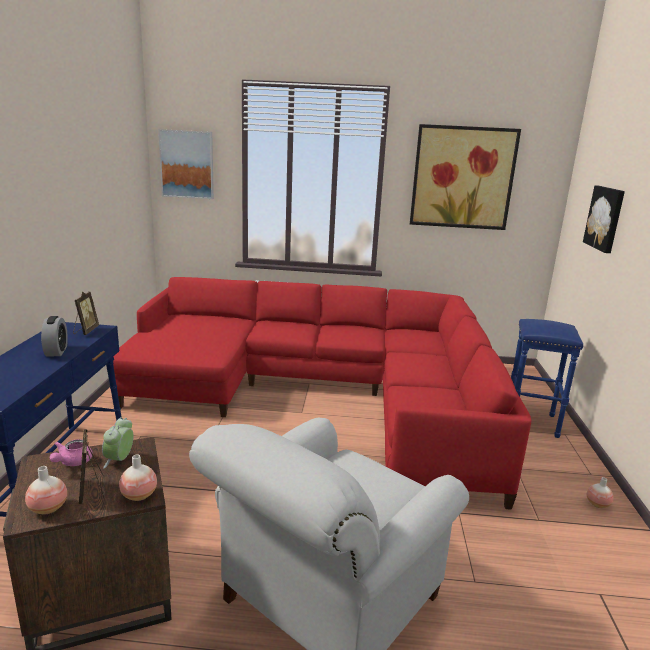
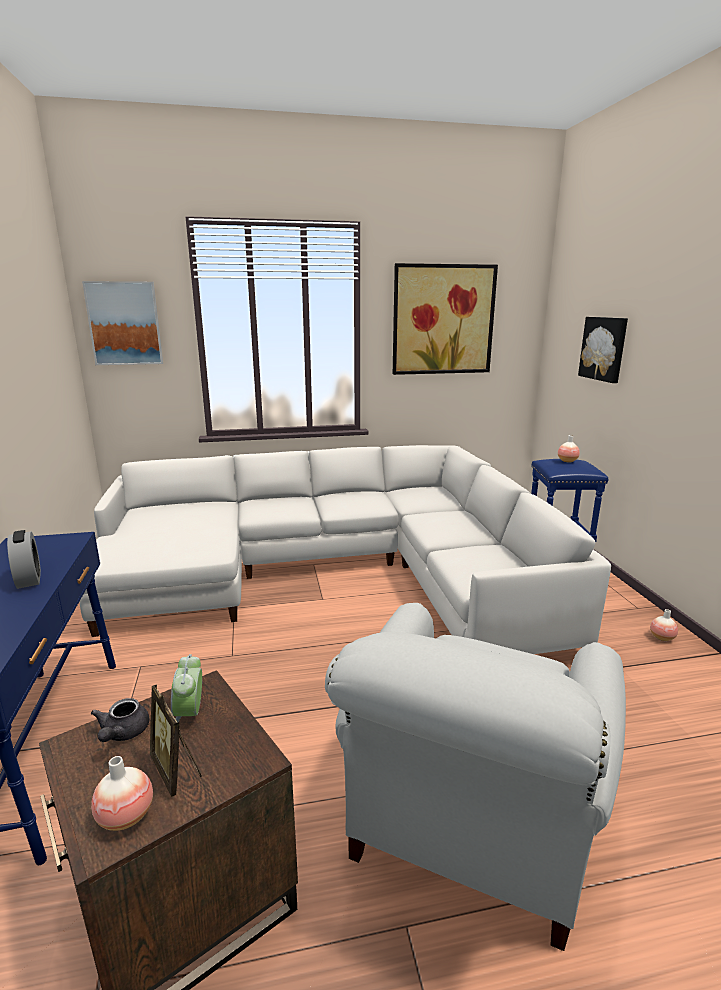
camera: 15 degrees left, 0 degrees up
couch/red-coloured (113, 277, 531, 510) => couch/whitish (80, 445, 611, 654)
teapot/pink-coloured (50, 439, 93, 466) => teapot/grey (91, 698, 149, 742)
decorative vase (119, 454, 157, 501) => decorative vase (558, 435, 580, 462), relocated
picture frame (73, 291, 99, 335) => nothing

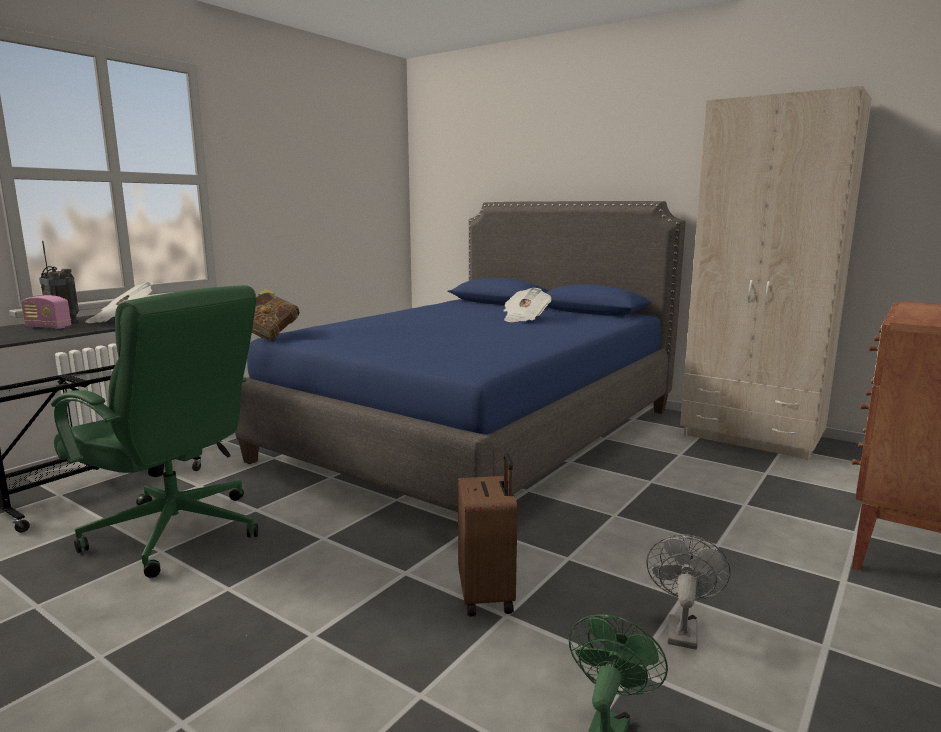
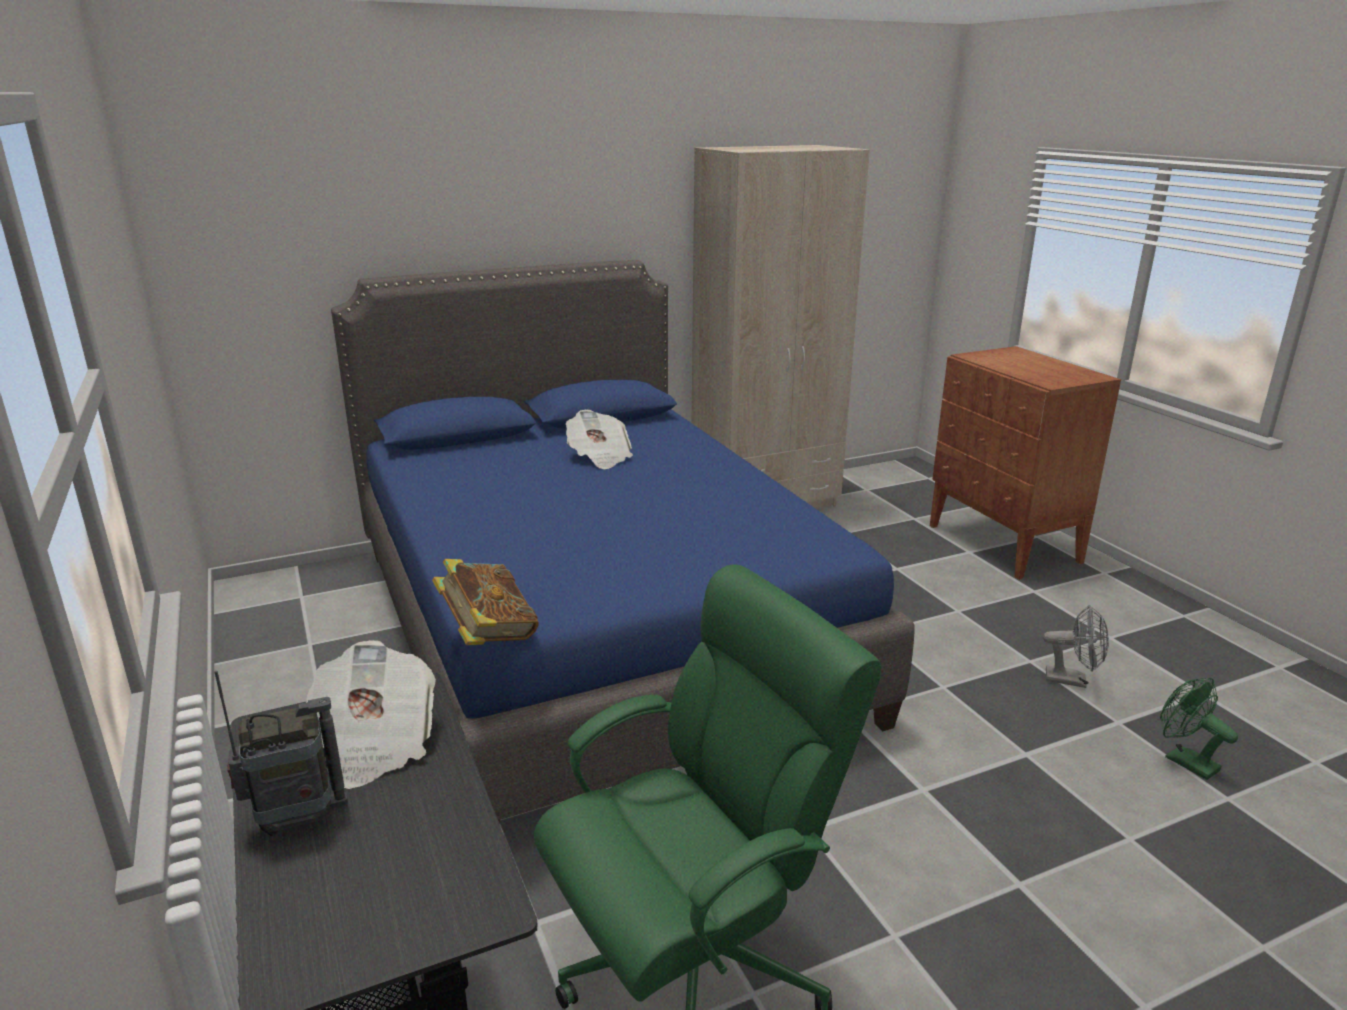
camera: 60 degrees left, 10 degrees up
fan/grey (646, 534, 731, 650) => fan/grey (1043, 605, 1109, 688), 150 degrees clockwise
radio (21, 295, 71, 329) => nothing
suitcase/brown (458, 453, 518, 617) => nothing

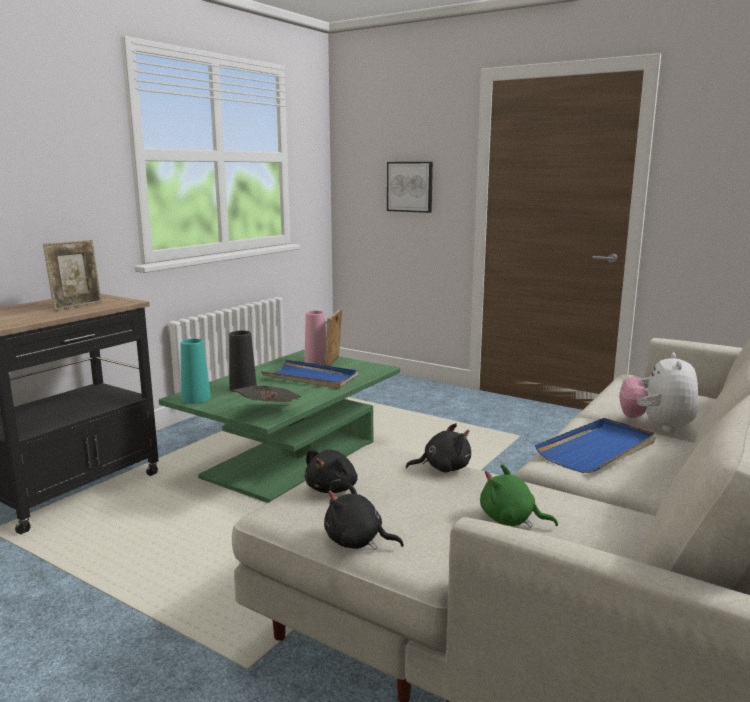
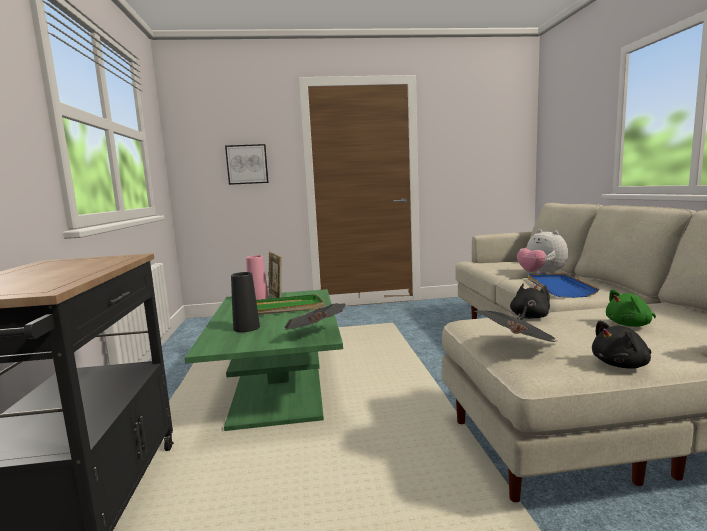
camera: 40 degrees left, 5 degrees down
serving tray/blue (262, 360, 358, 389) => serving tray/green-coloured (256, 294, 324, 315)
cuddly toy/black-coloured (305, 449, 358, 493) => printed paper (474, 310, 557, 342)
picture frame (43, 240, 102, 311) => nothing
decorative vase/blue-green (180, 339, 211, 404) => nothing

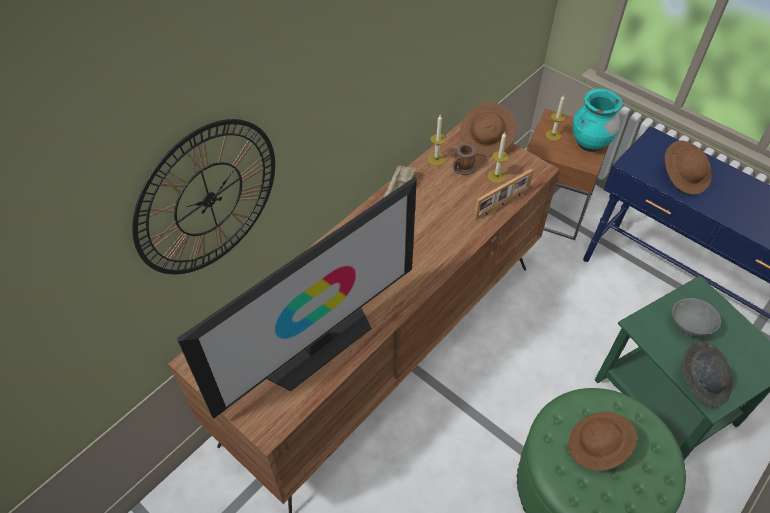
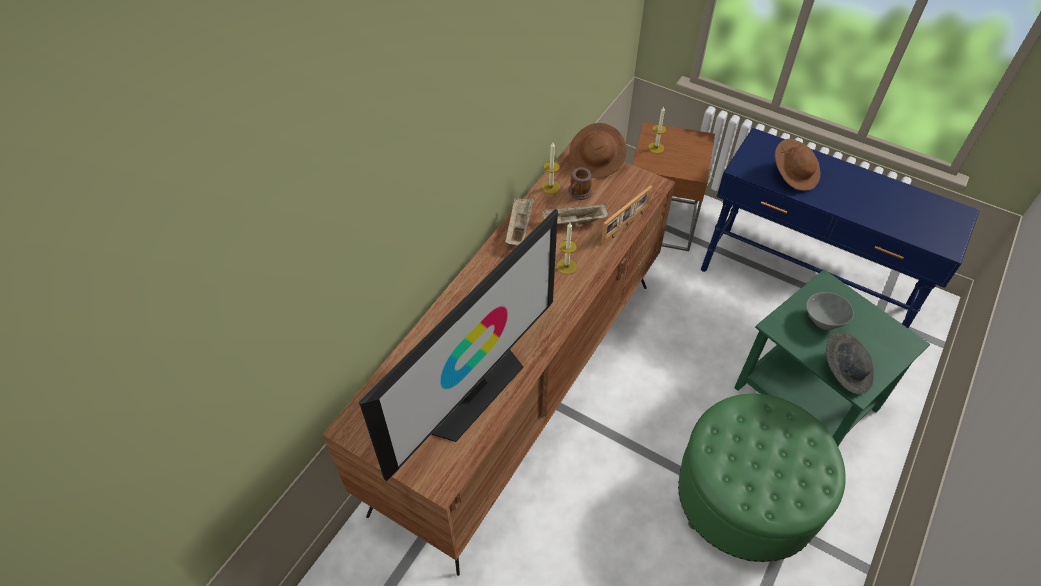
camera: 10 degrees left, 0 degrees up
nothing => serving tray/sand-coloured (542, 203, 609, 225)
wax light (488, 132, 508, 183) => wax light (557, 223, 577, 274), relocated
clock on the wall (132, 119, 275, 275) => nothing
wearable hat/brown (568, 412, 637, 471) => nothing
decorative vase/blue-green (572, 89, 623, 152) => nothing

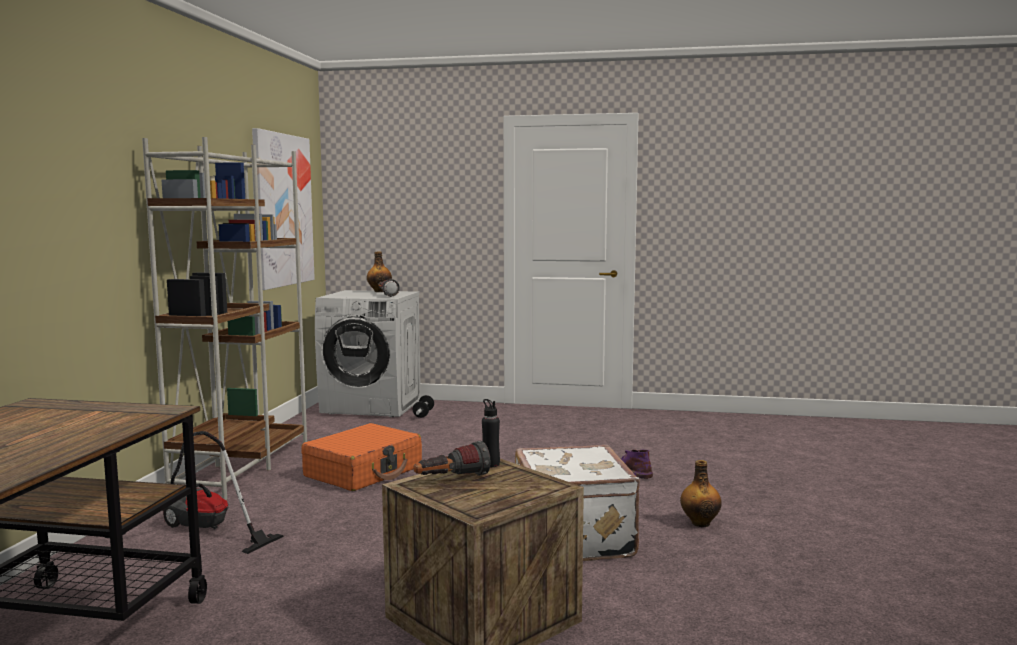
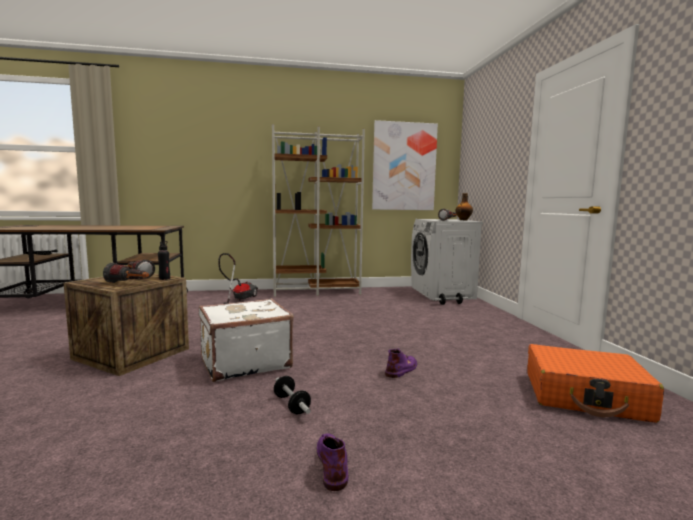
camera: 70 degrees right, 0 degrees up
nothing => torch (103, 263, 149, 283)
beverage bottle (680, 460, 722, 527) => dumbbell (274, 376, 311, 414)
nothing => tall boot/purple-coloured (317, 433, 348, 491)
suitcase/orange-coloured (301, 423, 422, 491) => suitcase/orange-coloured (527, 344, 664, 423), relocated

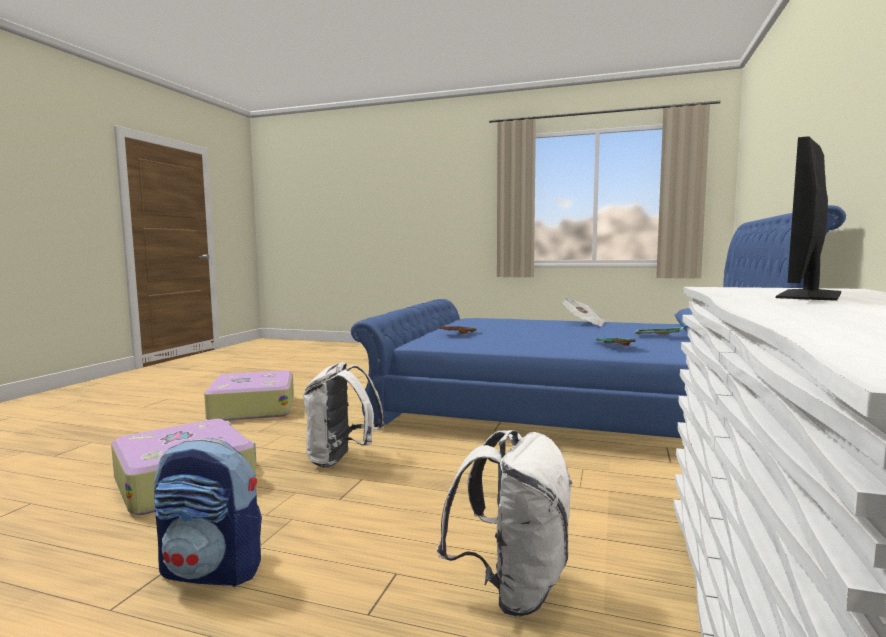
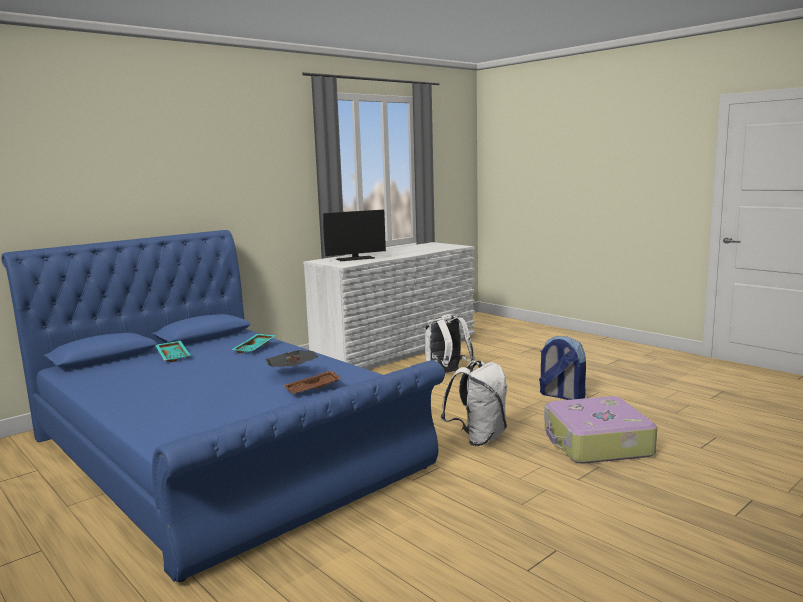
camera: 150 degrees left, 5 degrees up
printed paper (562, 298, 606, 326) => printed paper (265, 350, 318, 367), relocated
suitcase (204, 370, 294, 421) => nothing

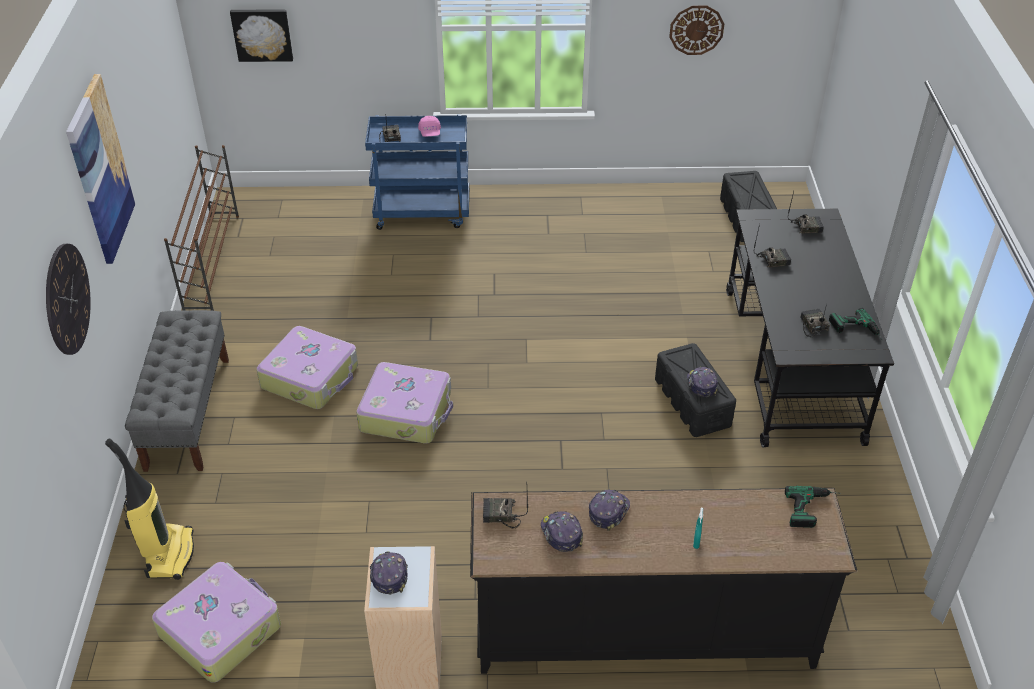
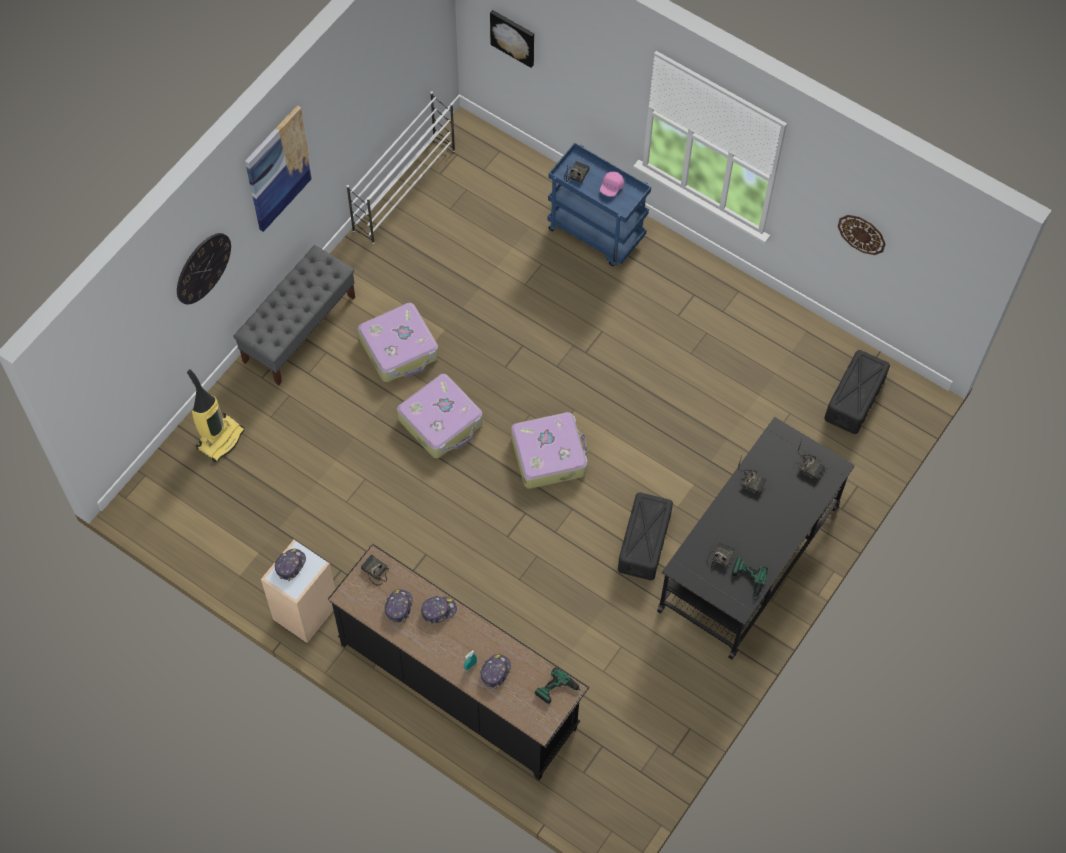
camera: 35 degrees right, 20 degrees up
shoe shelf/brown (164, 145, 239, 311) => shoe shelf/whitish (347, 91, 455, 244)
cap (687, 367, 718, 397) => cap (481, 654, 511, 689), relocated
suitcase (152, 562, 281, 683) => suitcase (511, 412, 588, 489), relocated

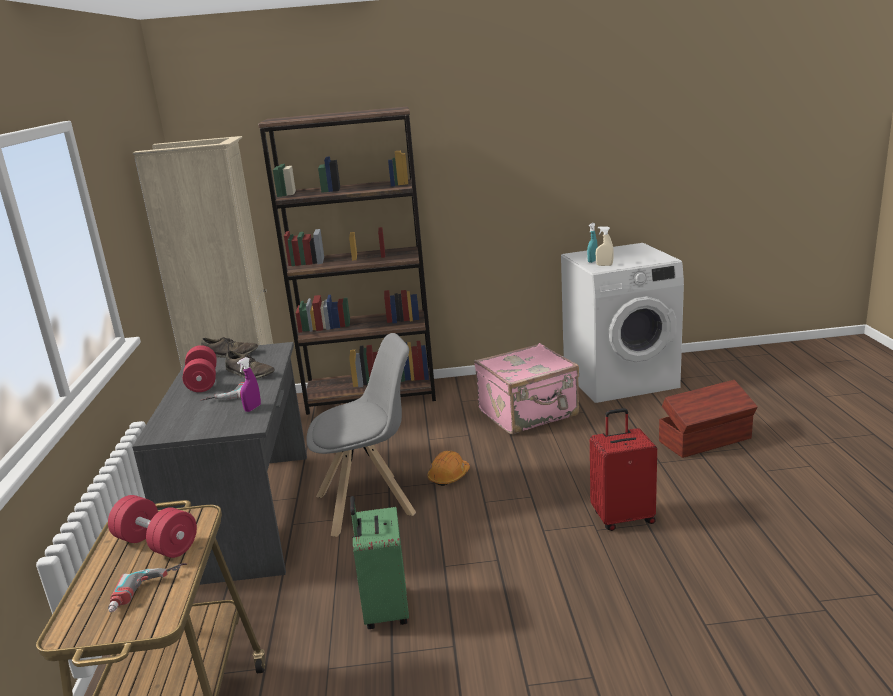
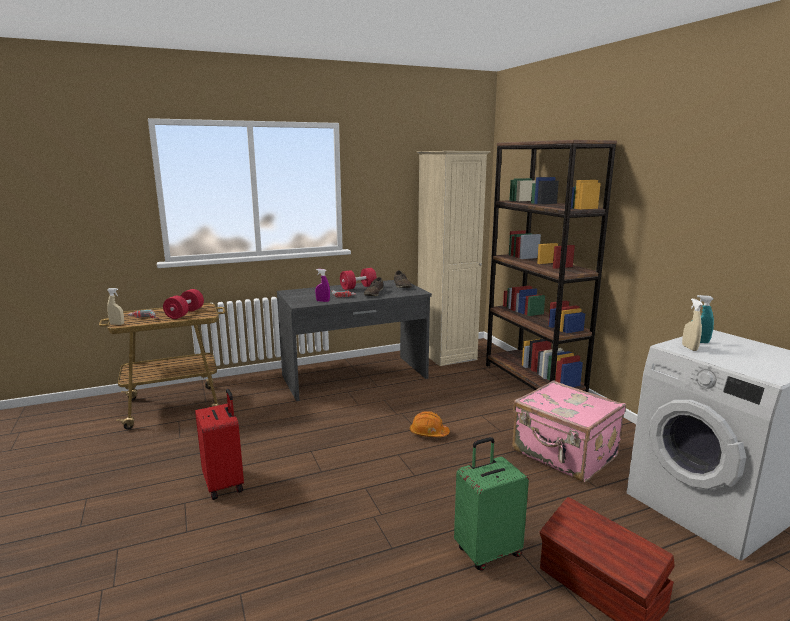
camera: 70 degrees right, 5 degrees down
nothing => sprayer/sand-coloured (107, 288, 124, 325)
suitcase/red-coloured (590, 408, 657, 531) => suitcase/red-coloured (195, 389, 244, 500), relocated
suitcase/green-coloured (350, 496, 409, 629) => suitcase/green-coloured (454, 437, 529, 571), relocated
upright chair/grey (306, 333, 416, 537) => nothing

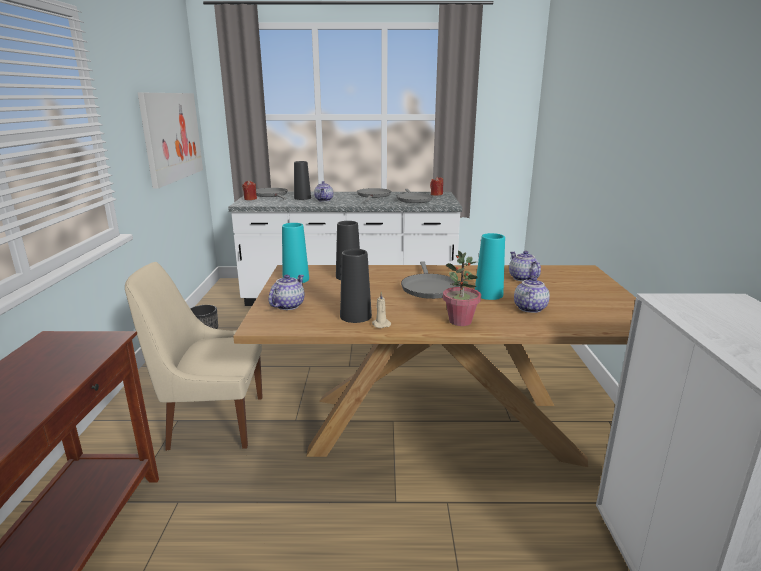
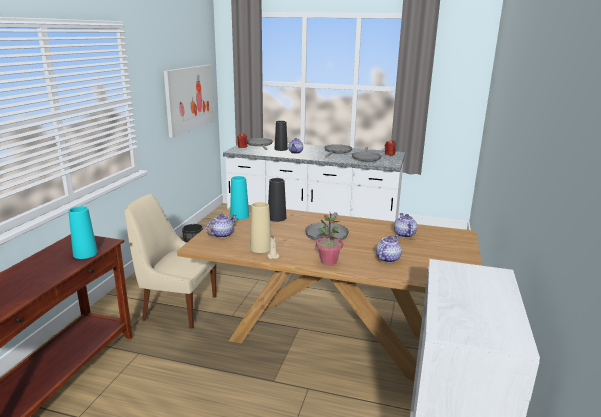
camera: 15 degrees right, 0 degrees up
decorative vase/blue-green (475, 233, 505, 300) => decorative vase/blue-green (68, 206, 98, 259), relocated
decorative vase/black-coloured (340, 249, 372, 323) => decorative vase/sand-coloured (250, 202, 271, 253)

